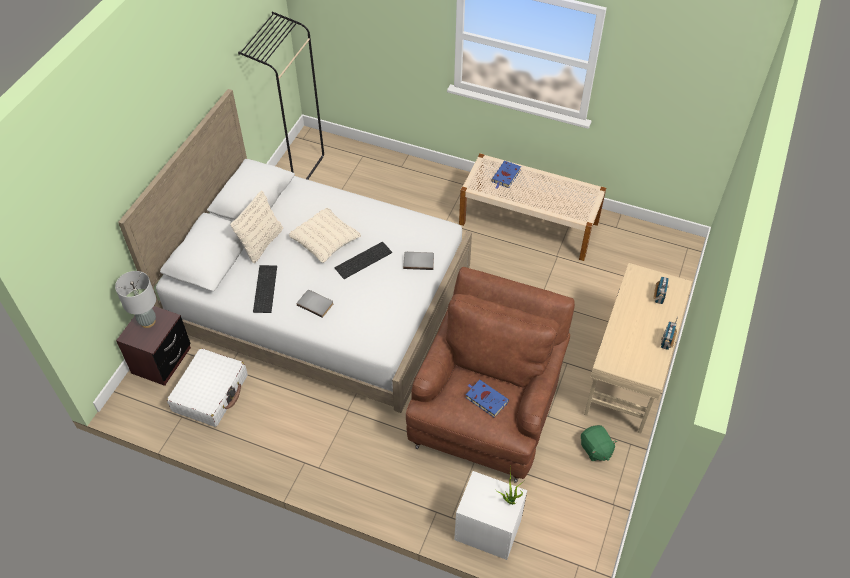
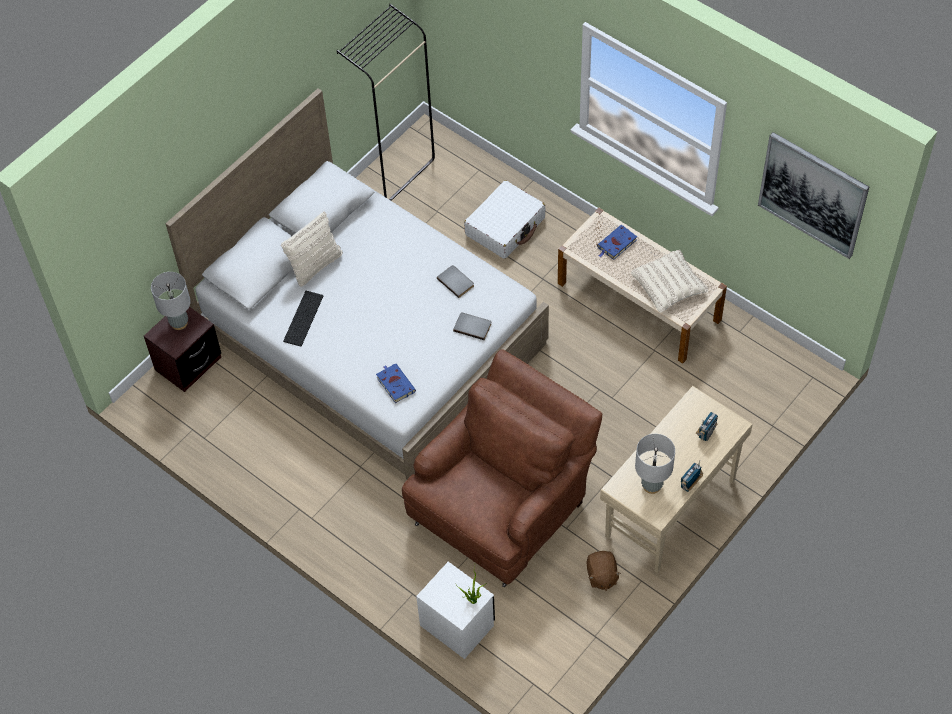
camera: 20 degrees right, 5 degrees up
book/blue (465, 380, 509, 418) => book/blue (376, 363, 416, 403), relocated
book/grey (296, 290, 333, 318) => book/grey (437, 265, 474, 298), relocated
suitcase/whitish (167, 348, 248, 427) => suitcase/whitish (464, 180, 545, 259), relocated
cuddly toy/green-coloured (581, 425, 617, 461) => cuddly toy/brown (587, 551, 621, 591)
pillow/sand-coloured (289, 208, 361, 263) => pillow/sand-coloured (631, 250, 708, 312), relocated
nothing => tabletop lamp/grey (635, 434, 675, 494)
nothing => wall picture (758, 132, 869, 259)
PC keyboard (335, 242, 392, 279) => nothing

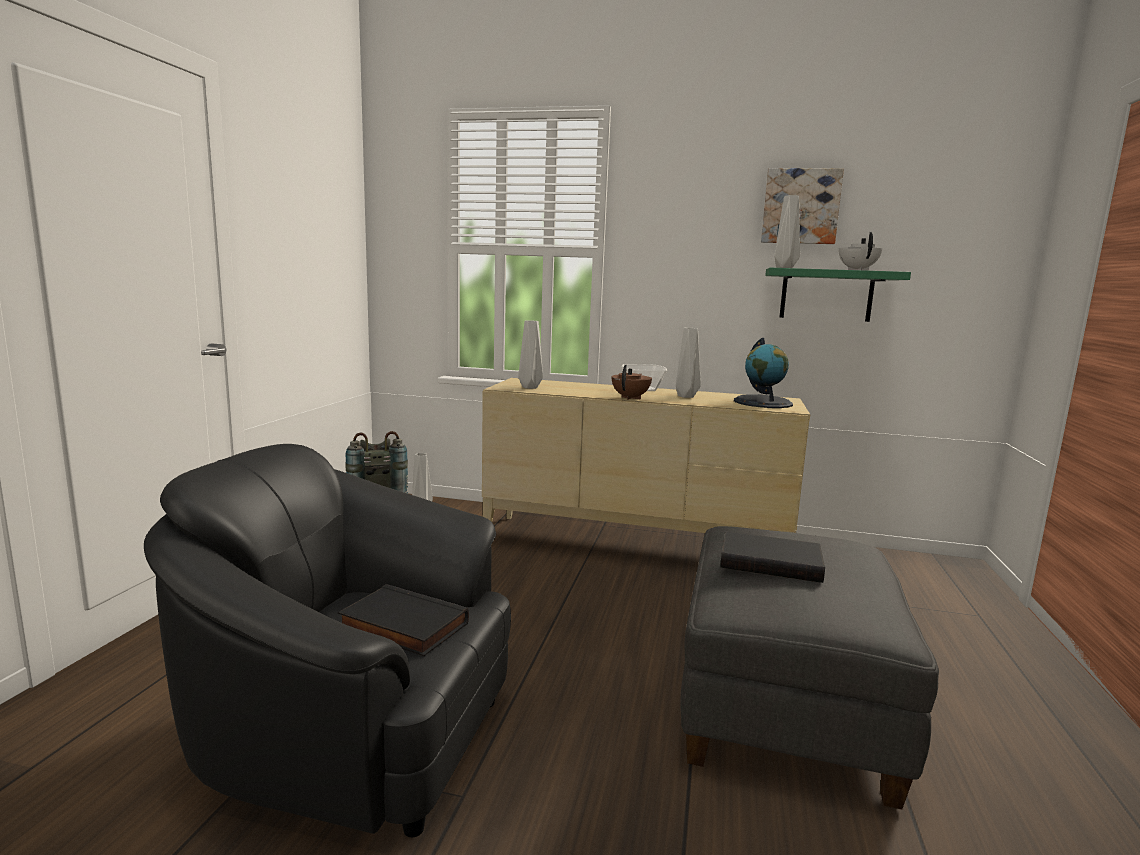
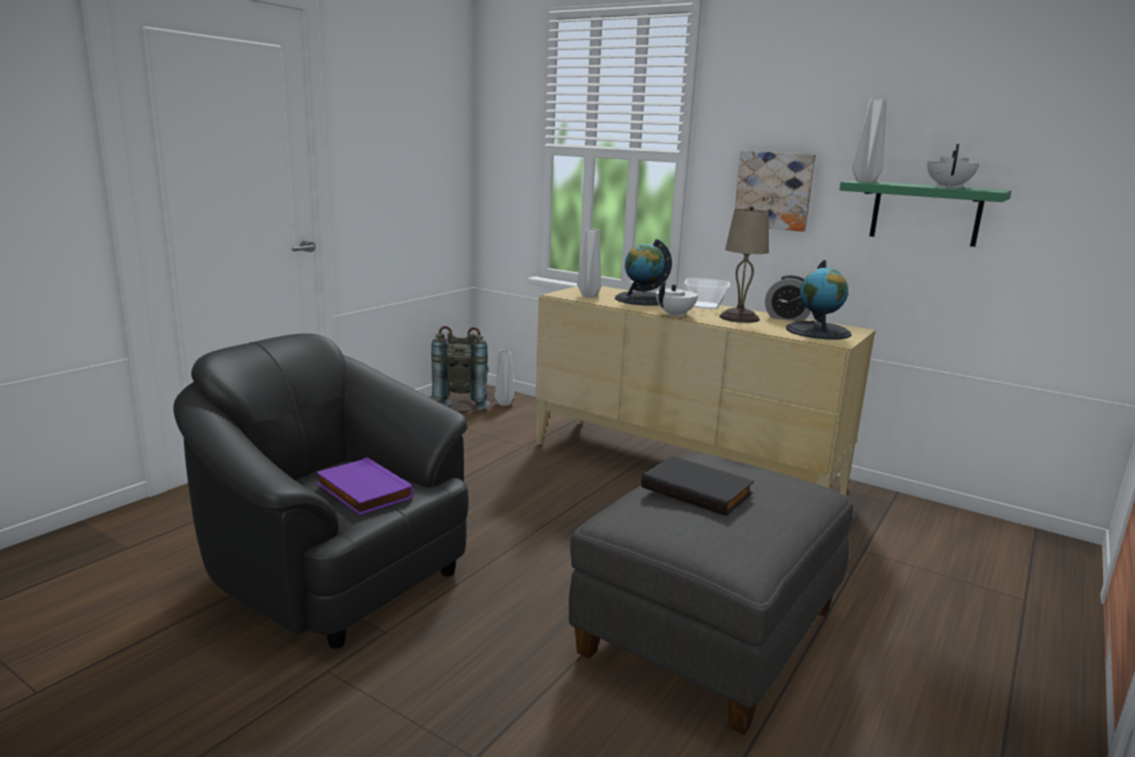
camera: 20 degrees right, 5 degrees up
book/black-coloured (337, 584, 469, 656) => book/purple-coloured (317, 458, 414, 515)
nothing => world globe (615, 239, 672, 306)
teapot/brown (612, 365, 652, 400) => teapot/whitish (656, 281, 698, 317)
decorative vase/grey (676, 328, 701, 398) => tabletop lamp/sand-coloured (719, 206, 769, 323)
wall picture (761, 168, 844, 244) => wall picture (735, 151, 816, 232), relocated
nothing => table clock (765, 275, 811, 321)

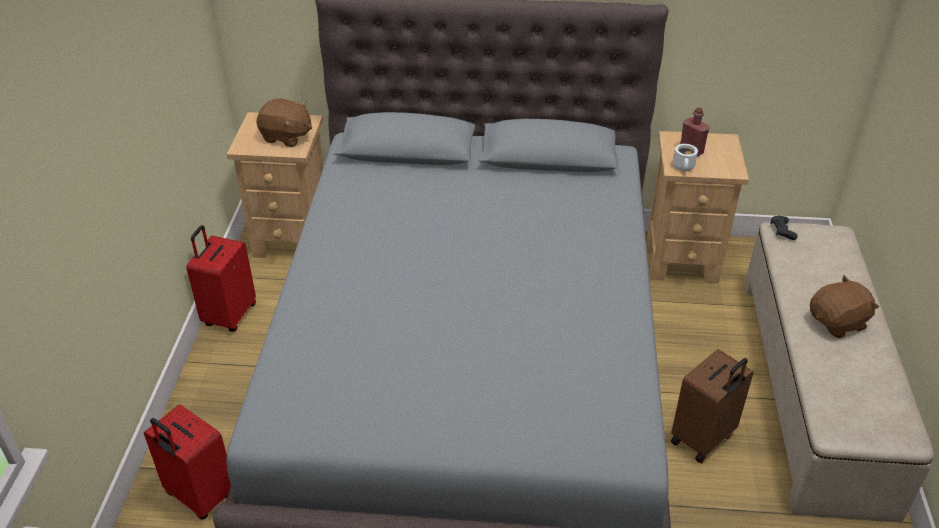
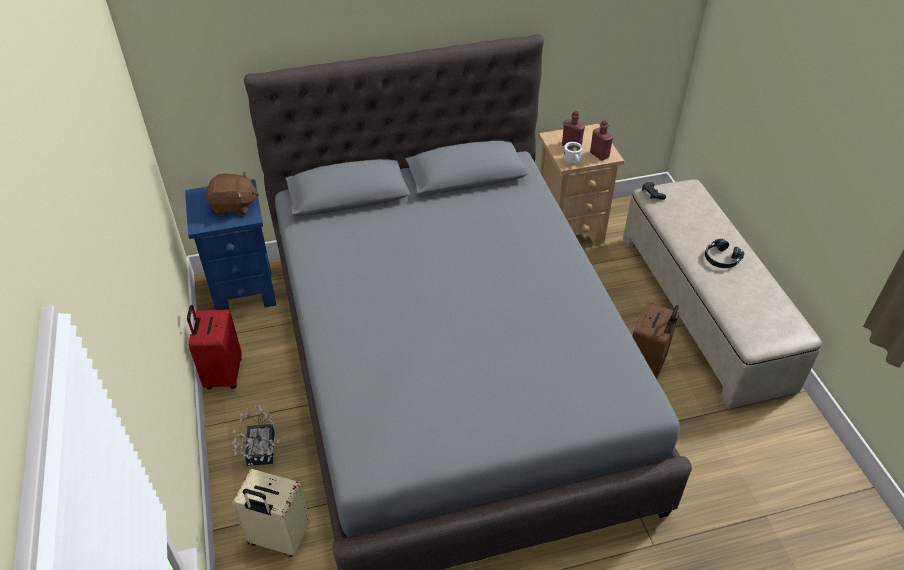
camera: 20 degrees left, 5 degrees up
bedside table/sand-coloured (227, 112, 323, 258) => bedside table/blue (185, 179, 276, 310)
nothing => houseplant (232, 405, 280, 466)
suitcase/red-coloured (144, 405, 231, 520) => suitcase/sand-coloured (232, 469, 310, 557)
nothing => beverage bottle/red-coloured (590, 120, 613, 161)
cuddly toy/brown (810, 275, 879, 339) => headphones/black-coloured (705, 239, 745, 268)

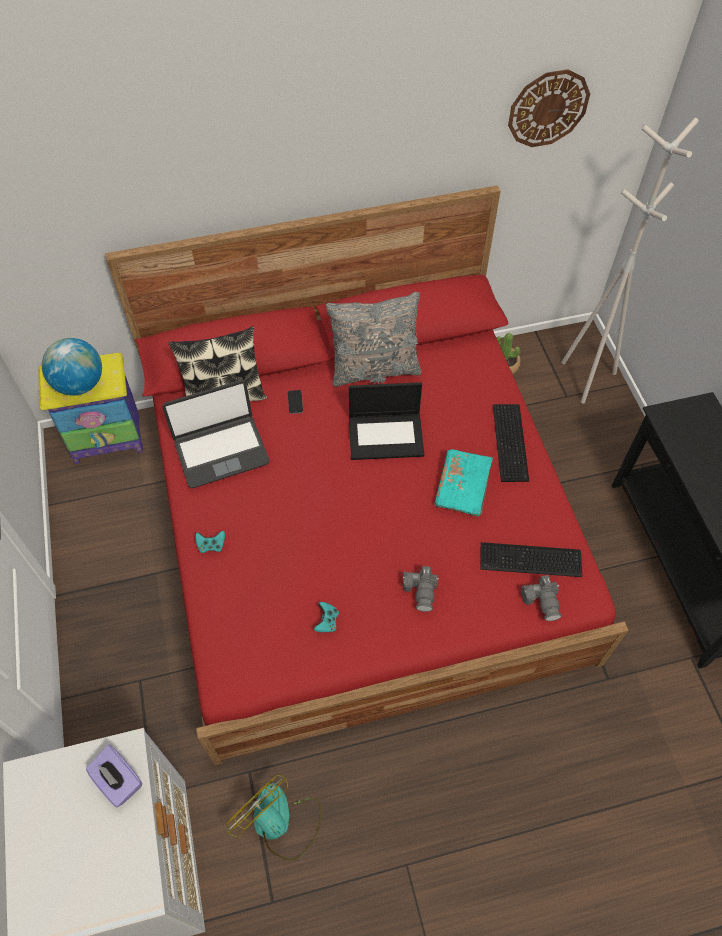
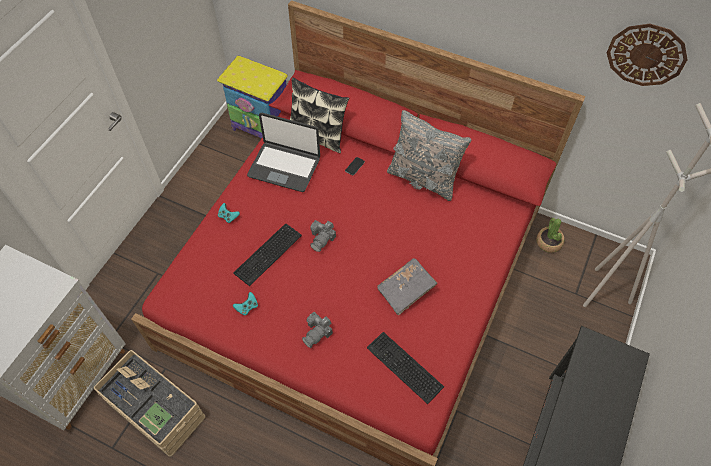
camera: 40 degrees right, 0 degrees up
fan (226, 774, 322, 861) => storage container/sand-coloured (94, 350, 205, 457)
PC keyboard (493, 404, 529, 482) => PC keyboard (233, 223, 302, 286), relocated
photo camera (521, 575, 562, 621) => photo camera (310, 220, 336, 252), relocated
book/blue-green (434, 449, 493, 517) => book/grey (377, 258, 437, 316)
world globe (42, 338, 102, 396) => nothing
tissue box/purple-coloured (86, 745, 142, 808) => nothing
notebook computer (349, 382, 424, 460) => nothing

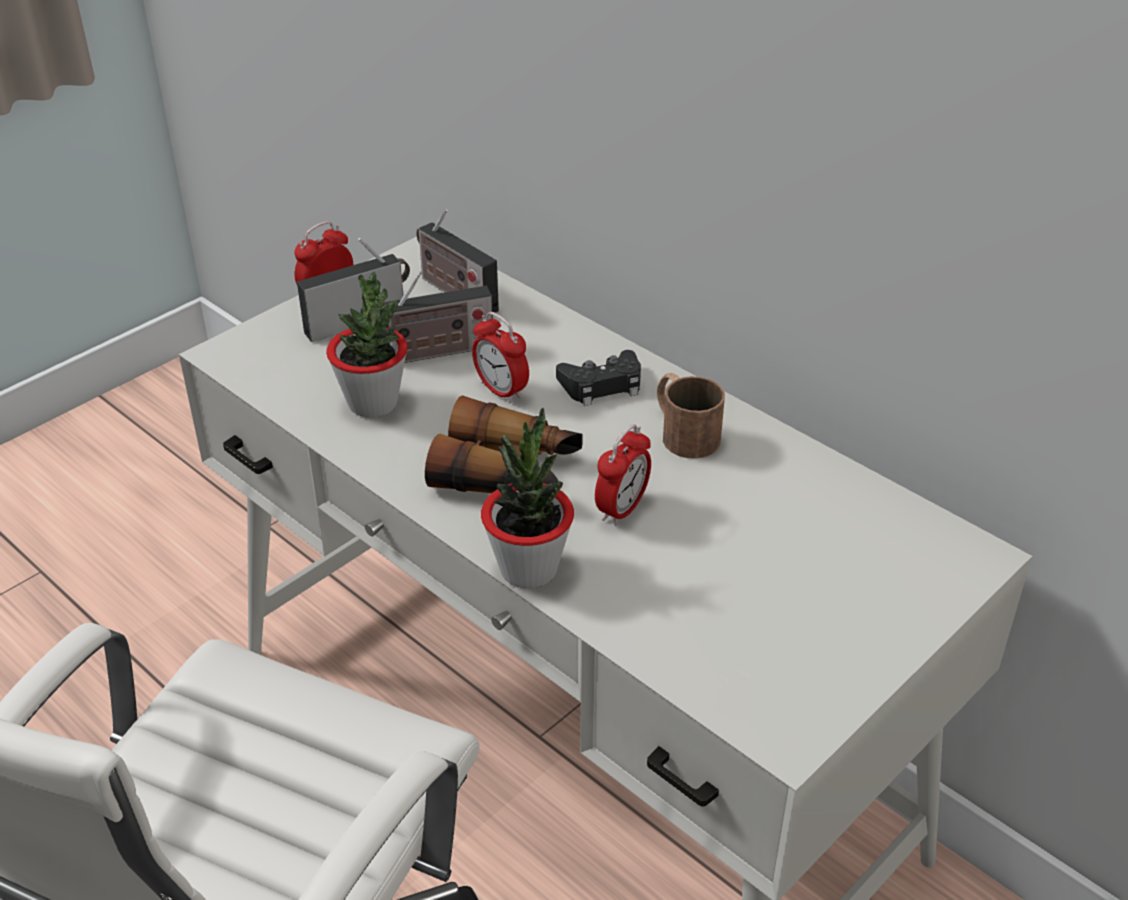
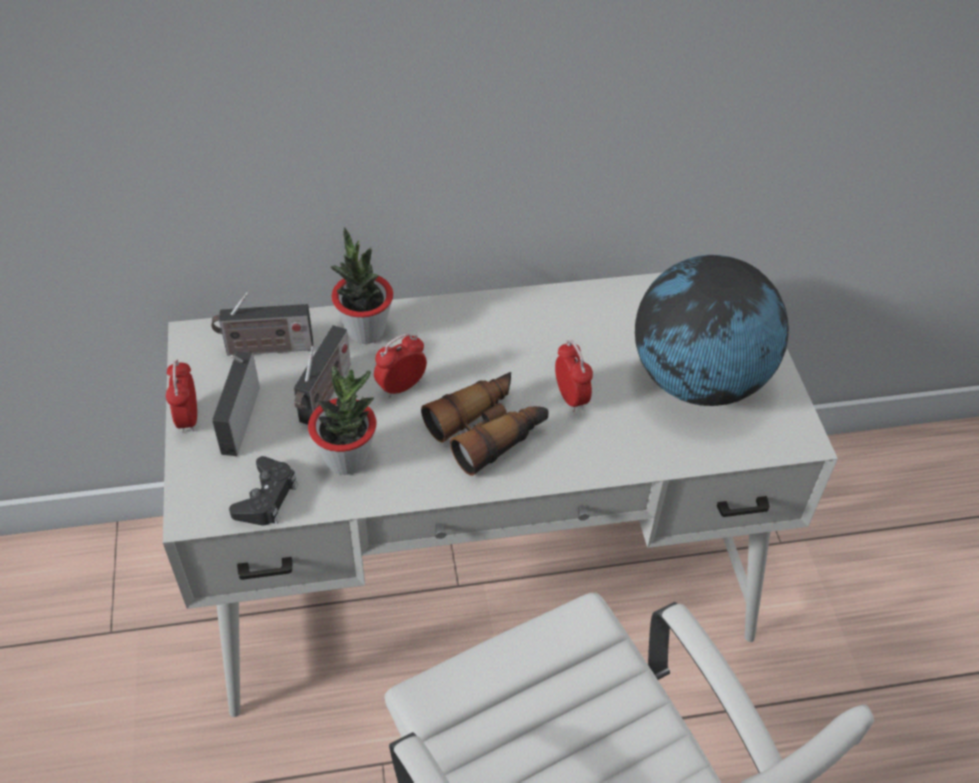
camera: 55 degrees left, 10 degrees up
game controller/black-coloured (556, 350, 641, 406) => game controller/black-coloured (229, 456, 298, 525), relocated
houseplant (481, 408, 574, 589) => houseplant (330, 227, 393, 344), relocated
table clock (472, 312, 529, 403) => table clock (374, 333, 427, 397), 150 degrees clockwise
nothing => world globe (635, 255, 789, 406)
mug/brown (657, 373, 725, 459) => nothing

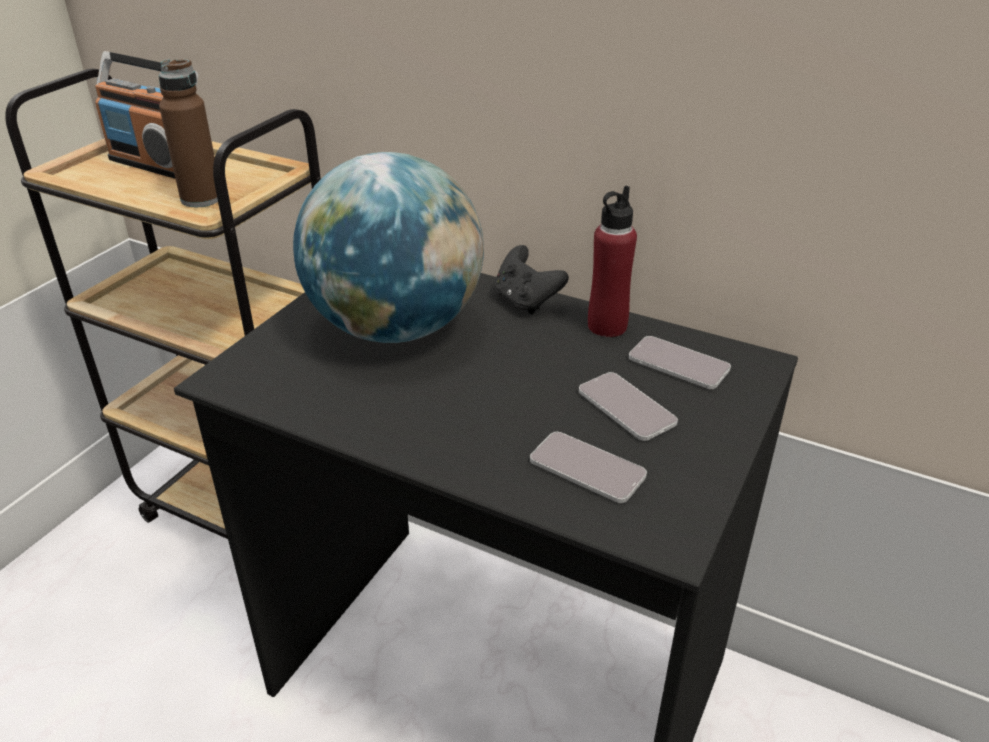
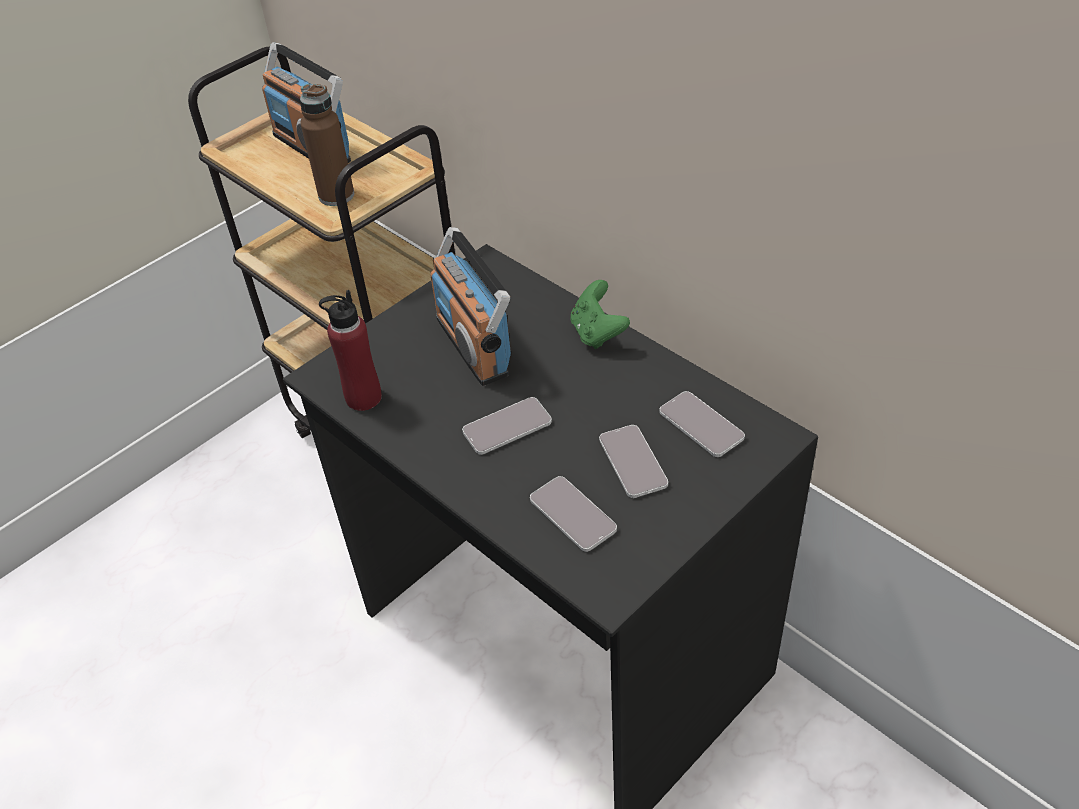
camera: 20 degrees right, 10 degrees up
beverage bottle/red-coloured (588, 186, 637, 337) => beverage bottle/red-coloured (319, 290, 382, 411), relocated
world globe (293, 152, 484, 343) => radio (430, 227, 511, 386)
nothing => telephone (462, 397, 552, 455)
game controller/black-coloured (495, 245, 569, 314) => game controller/green-coloured (571, 280, 630, 349)

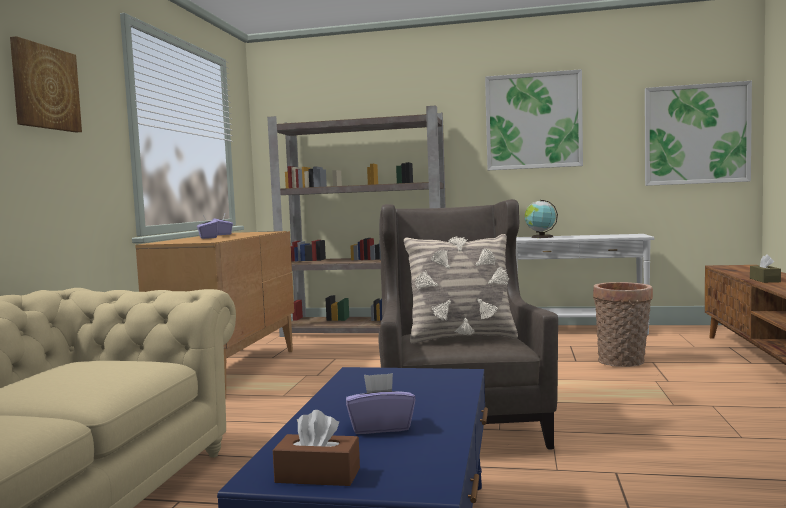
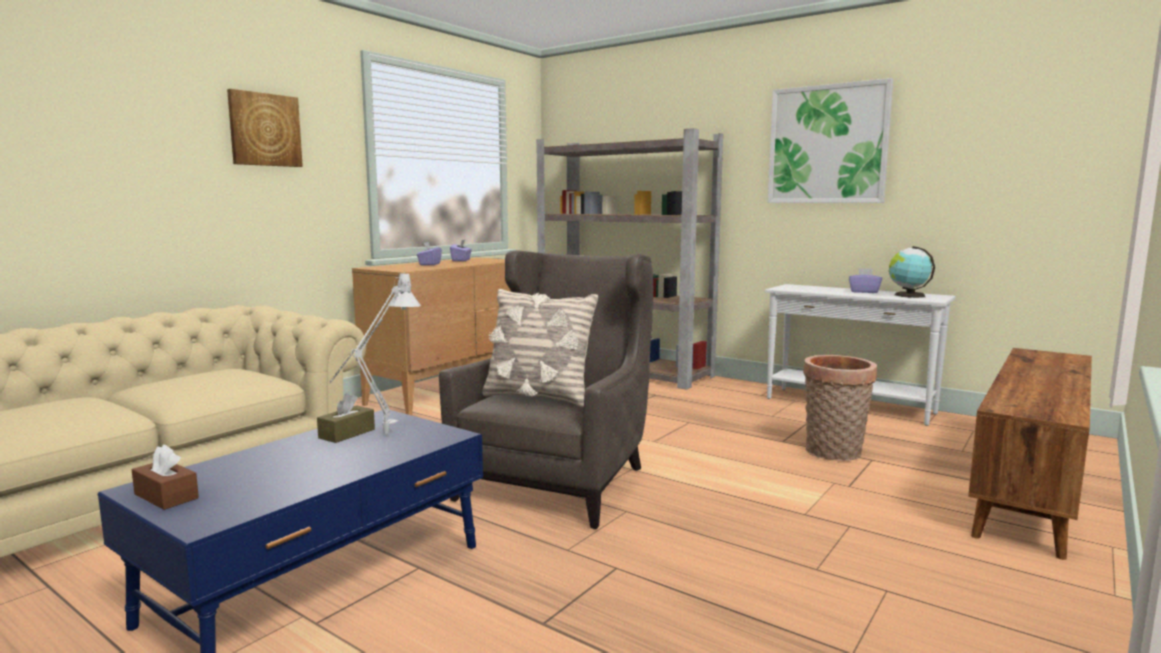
camera: 25 degrees right, 5 degrees up
tissue box/brown (750, 254, 781, 283) => tissue box/brown (317, 393, 375, 443), relocated
nothing => tabletop lamp/grey (329, 271, 421, 434)
tissue box/purple-coloured (346, 373, 416, 434) => tissue box/purple-coloured (849, 268, 882, 293), relocated
world globe (525, 200, 558, 238) => world globe (889, 246, 935, 298), relocated
wall picture (645, 81, 752, 186) => nothing

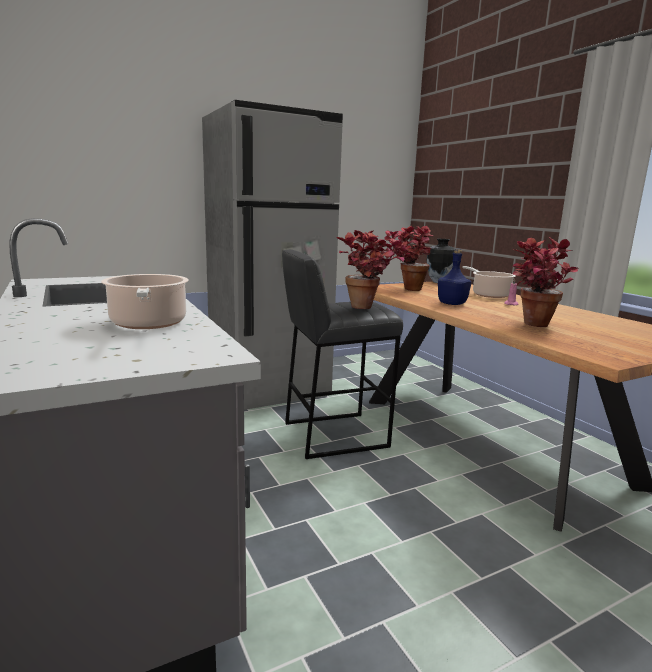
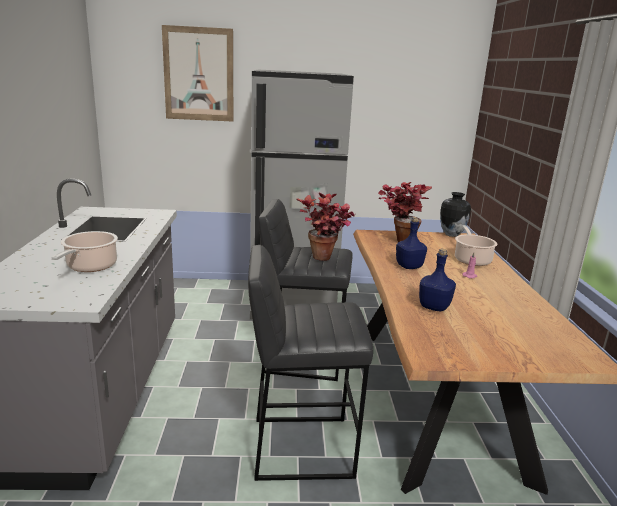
camera: 25 degrees right, 5 degrees up
nothing => wall picture (162, 25, 233, 122)
nothing => sitting stool/grey (248, 245, 373, 481)
houseplant (512, 237, 578, 327) => beverage bottle/blue (419, 249, 456, 311)

